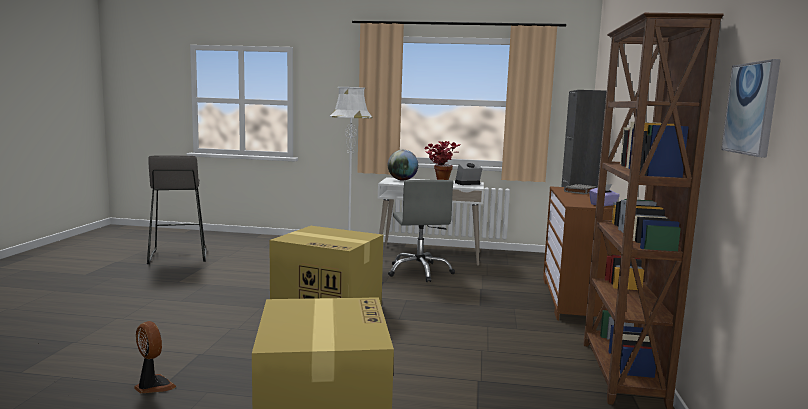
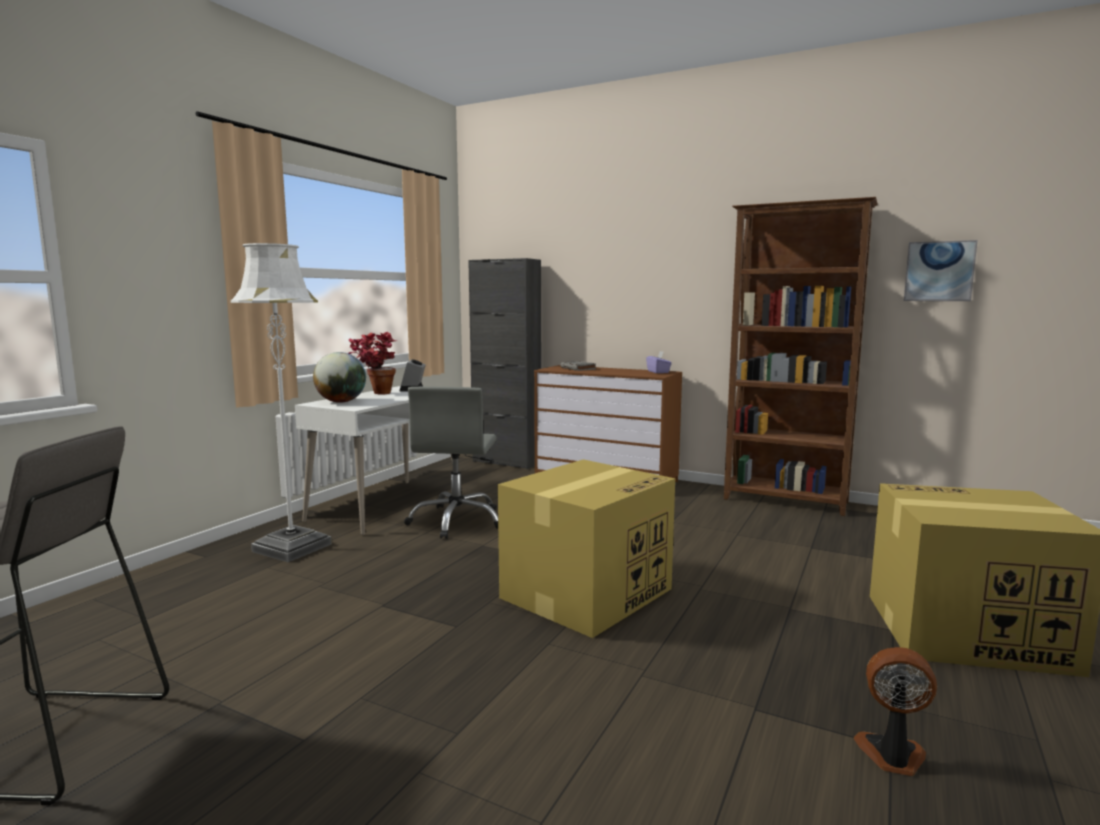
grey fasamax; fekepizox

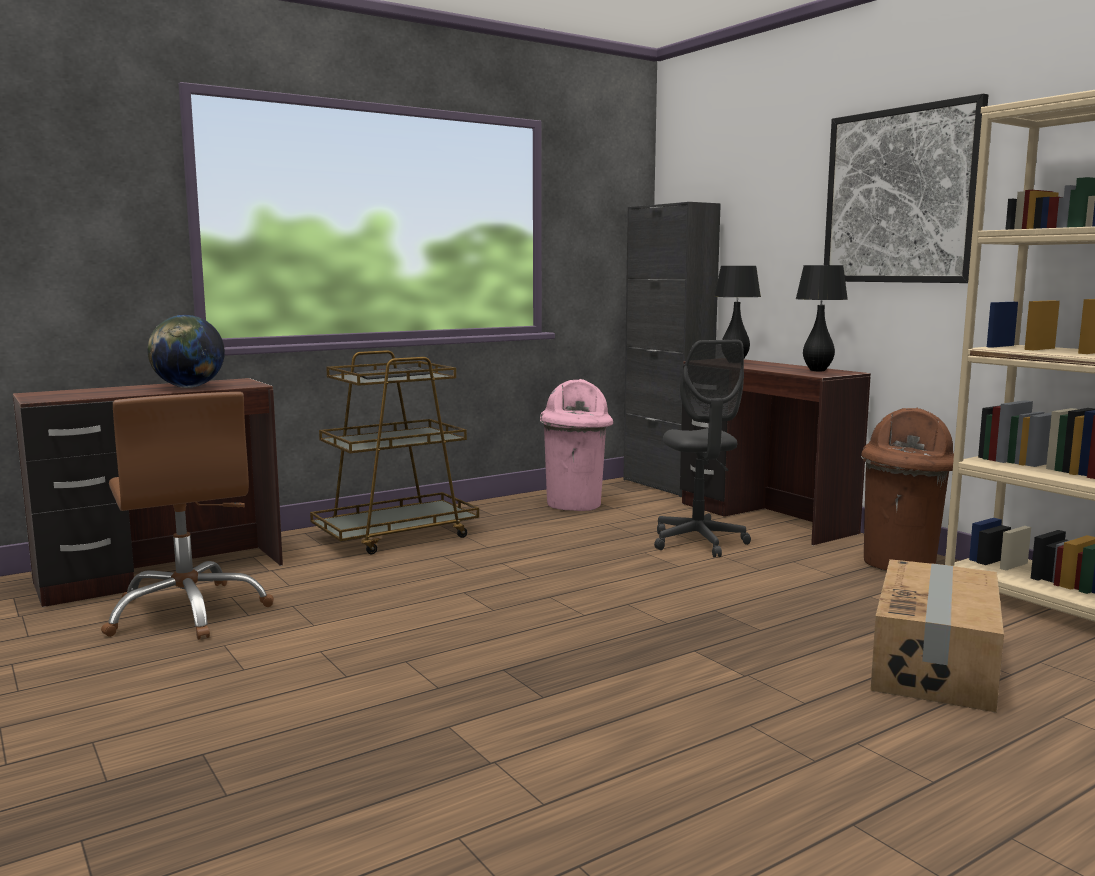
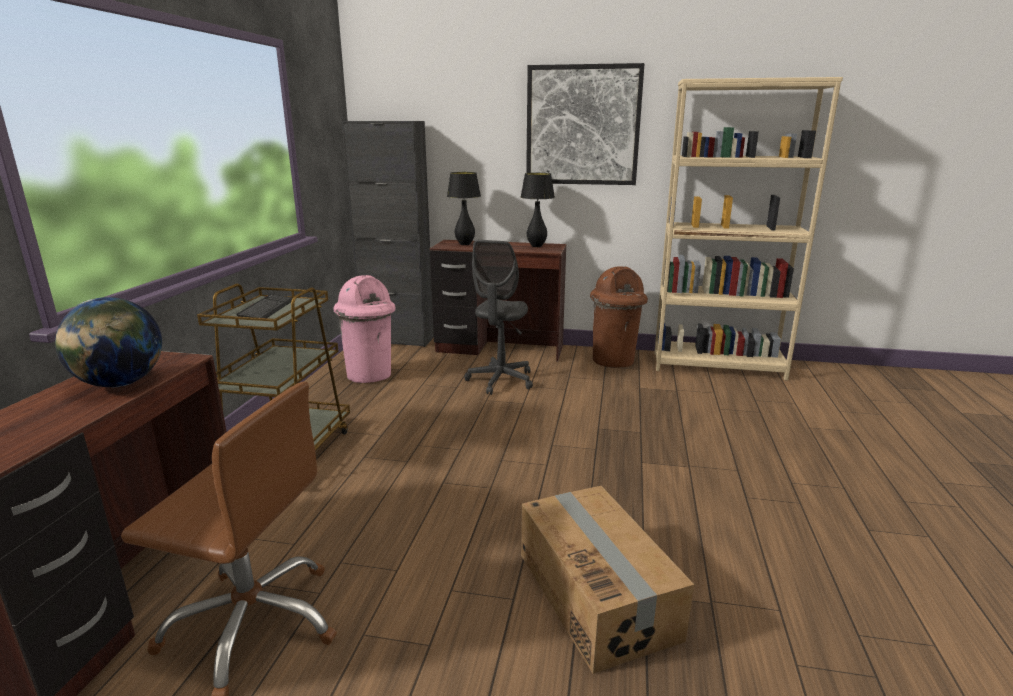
grey fasamax; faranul

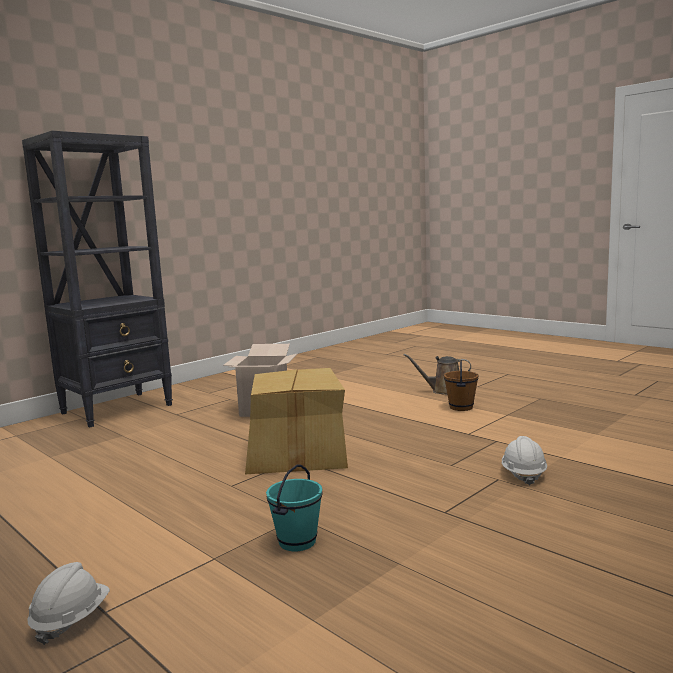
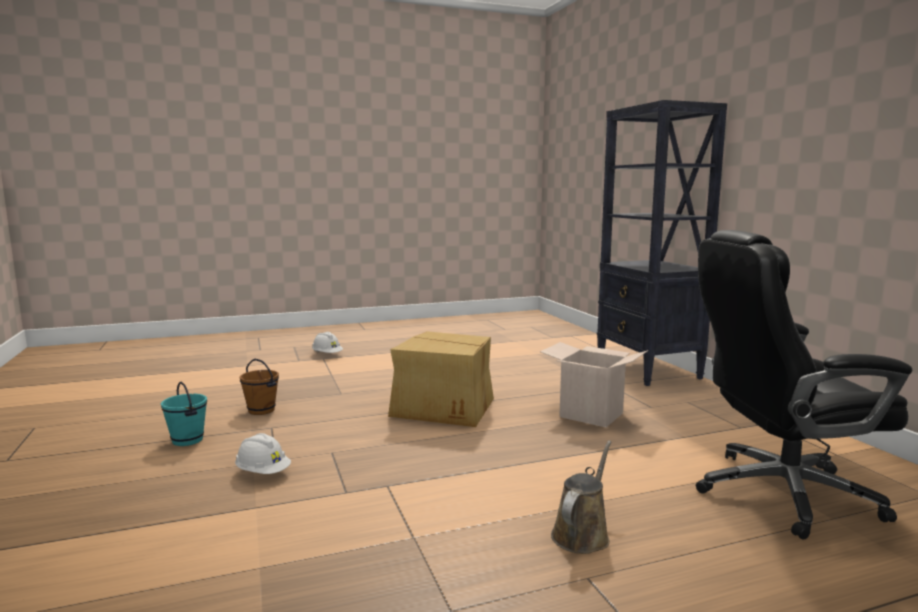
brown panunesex; turquoise panunesex; black fasamax

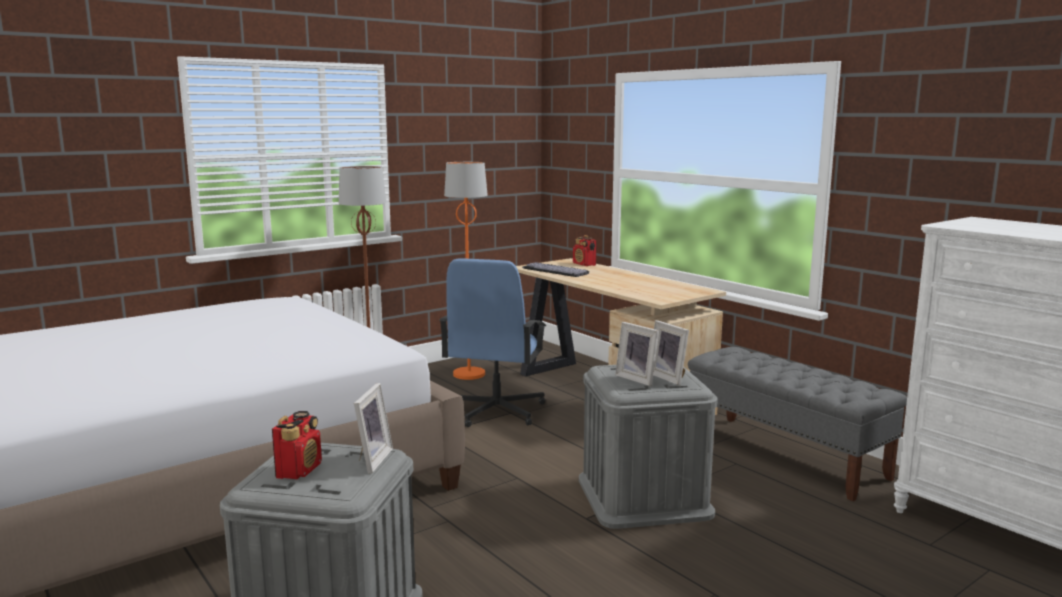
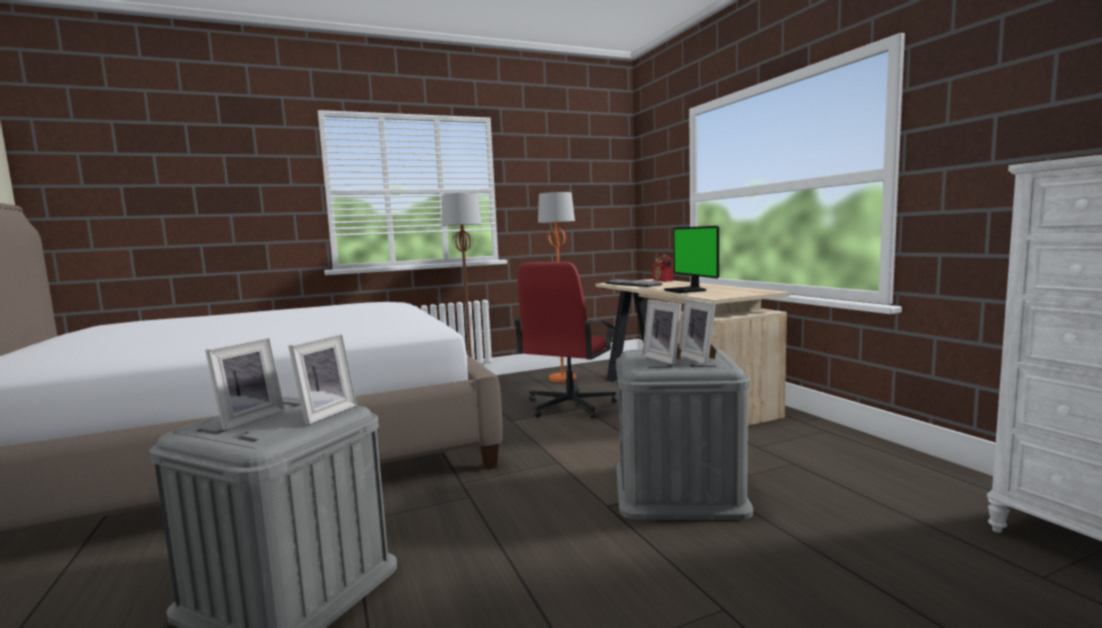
red fasamax; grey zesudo; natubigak (1st from left); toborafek

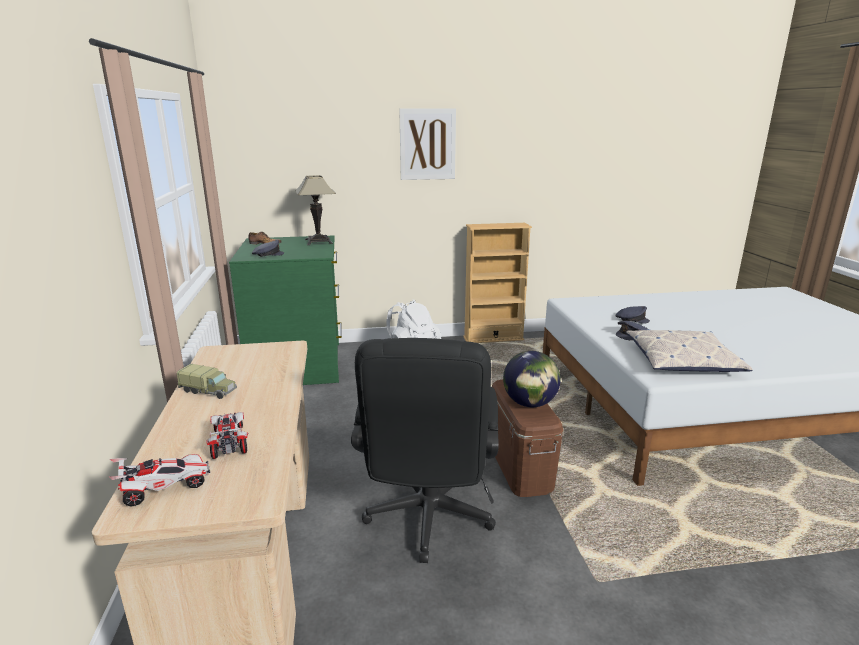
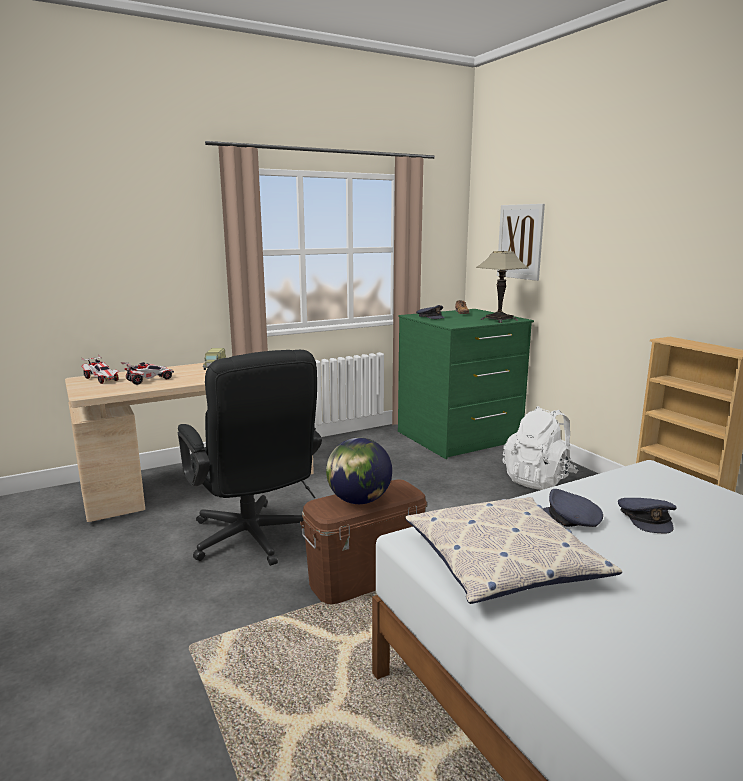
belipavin; black fasamax

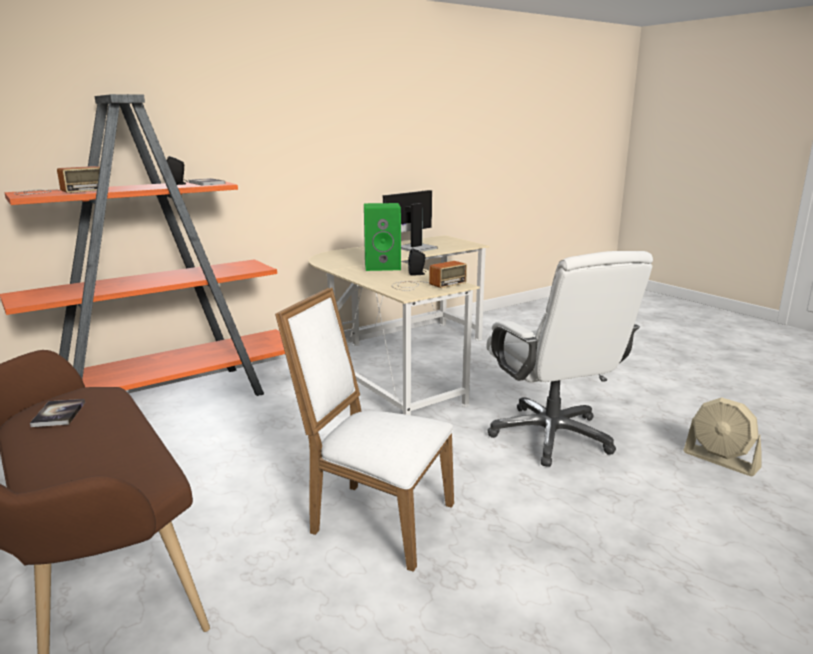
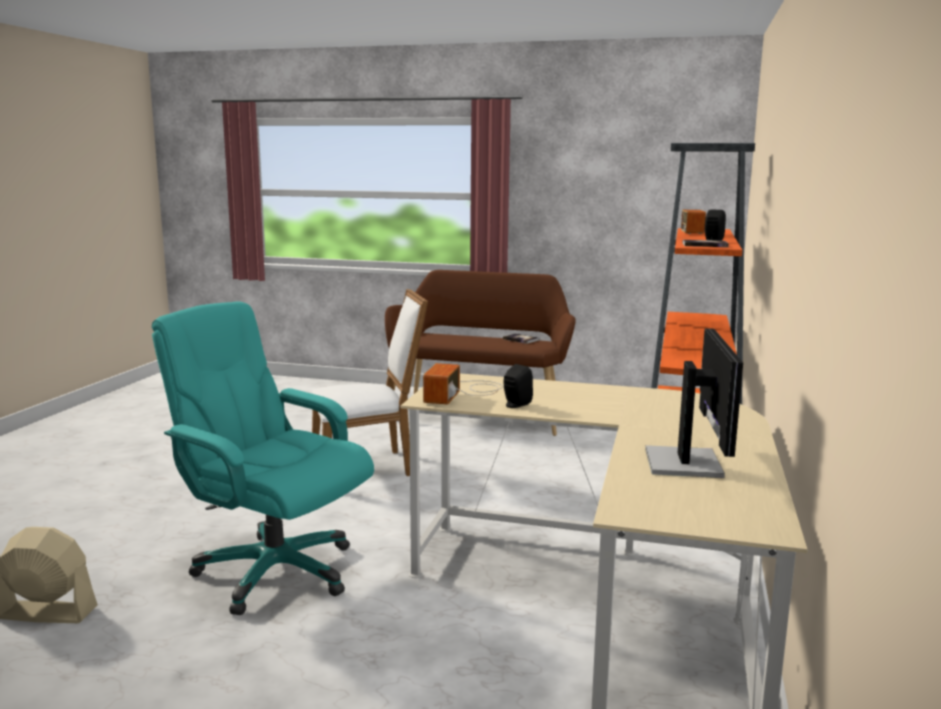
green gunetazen; turquoise fasamax

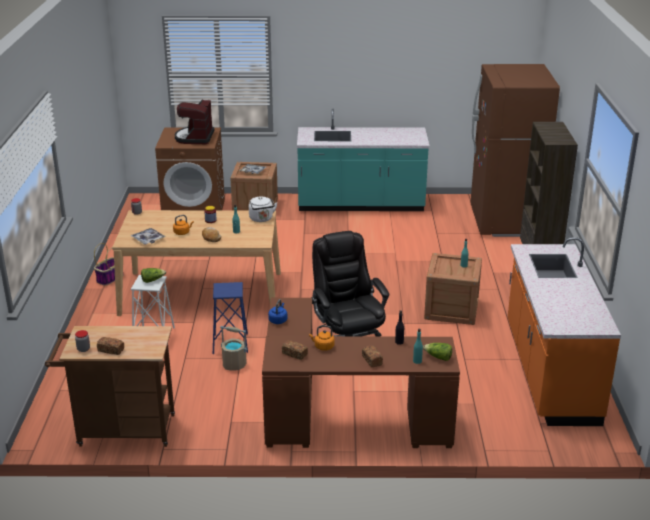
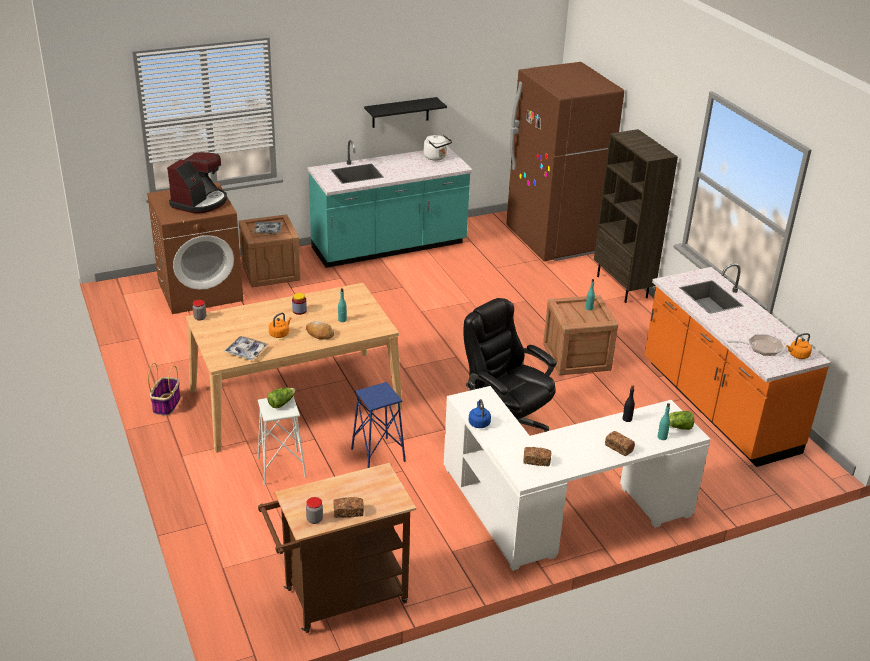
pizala; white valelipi; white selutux; orange valelipi (2nd from left); beige panunesex; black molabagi; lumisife

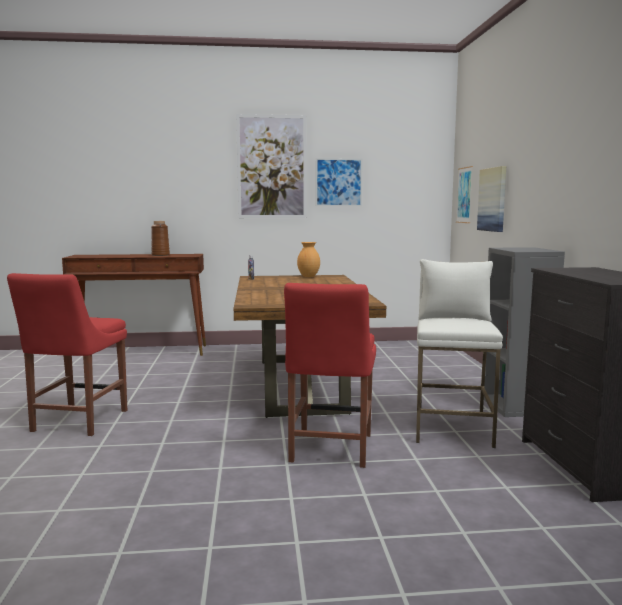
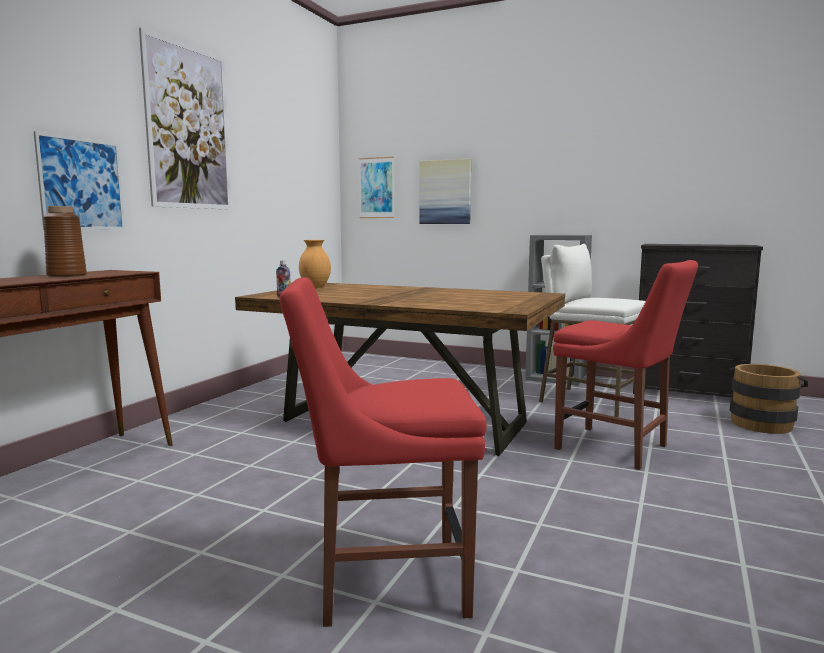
belipavin (1st from left); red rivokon (1st from left); brown panunesex

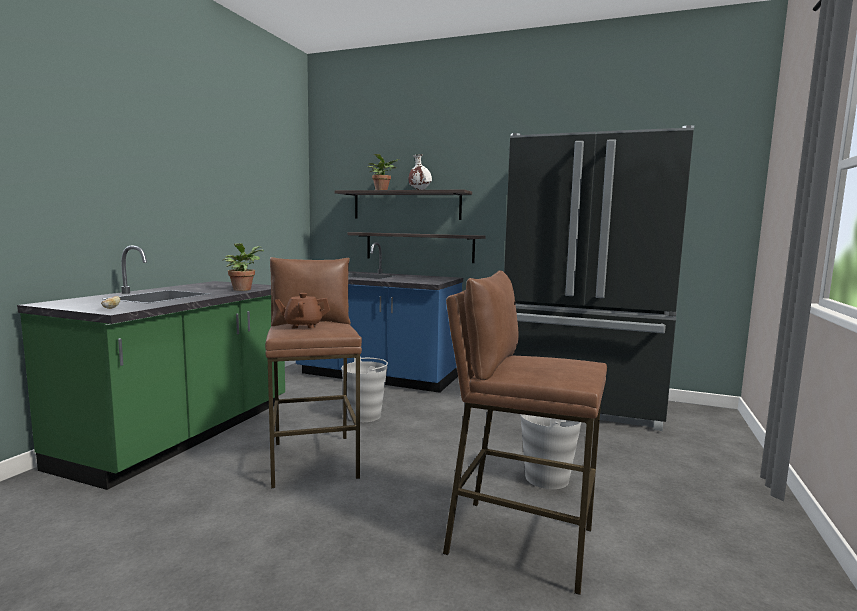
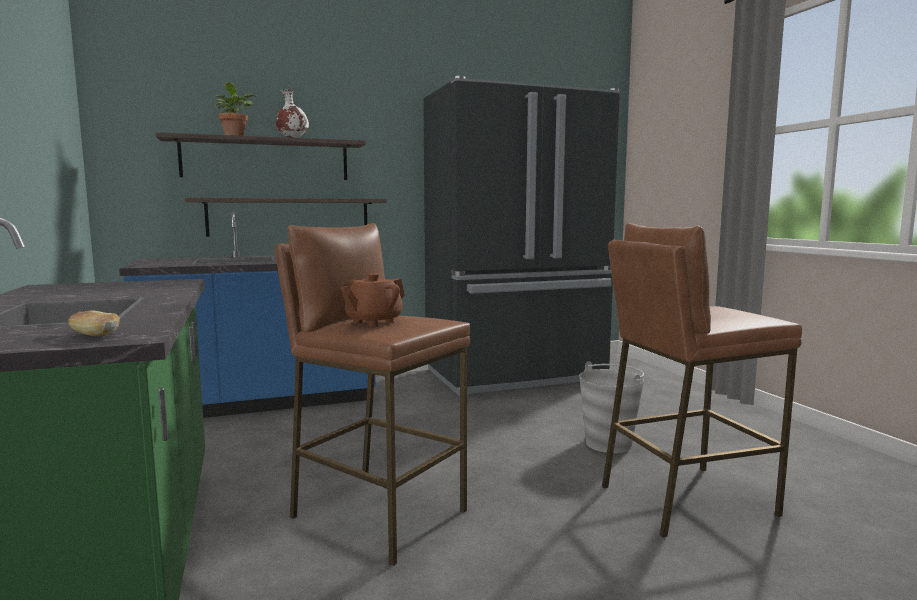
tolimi (1st from left in the first image); grey panunesex (1st from left in the first image)

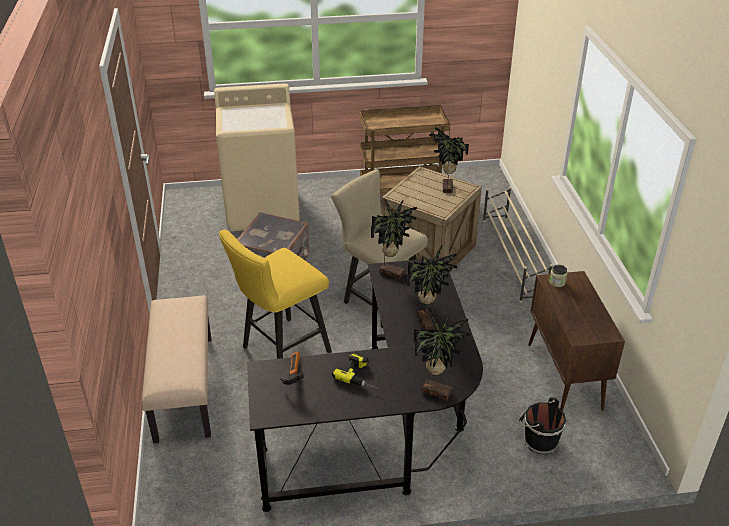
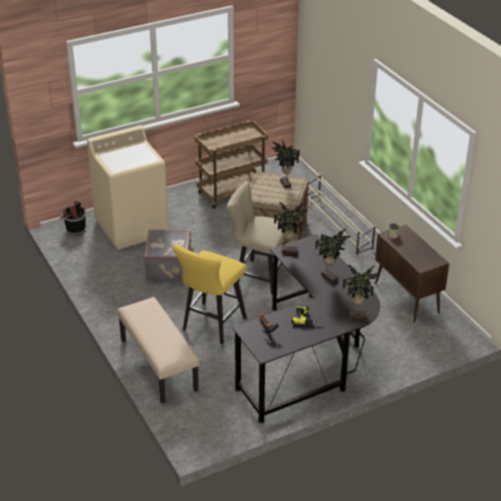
black panunesex

